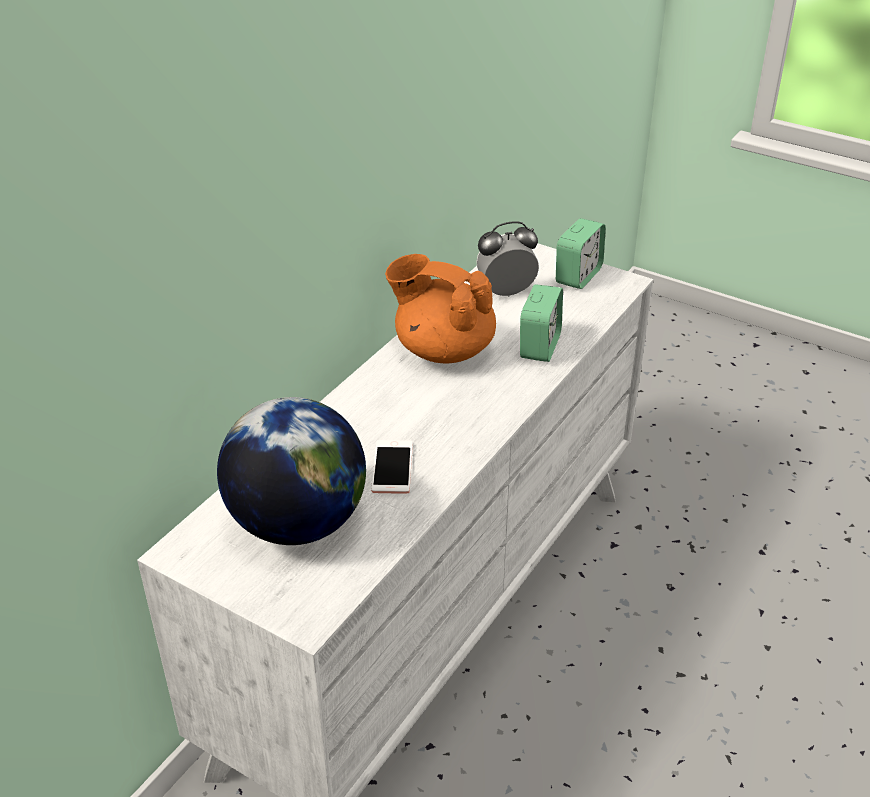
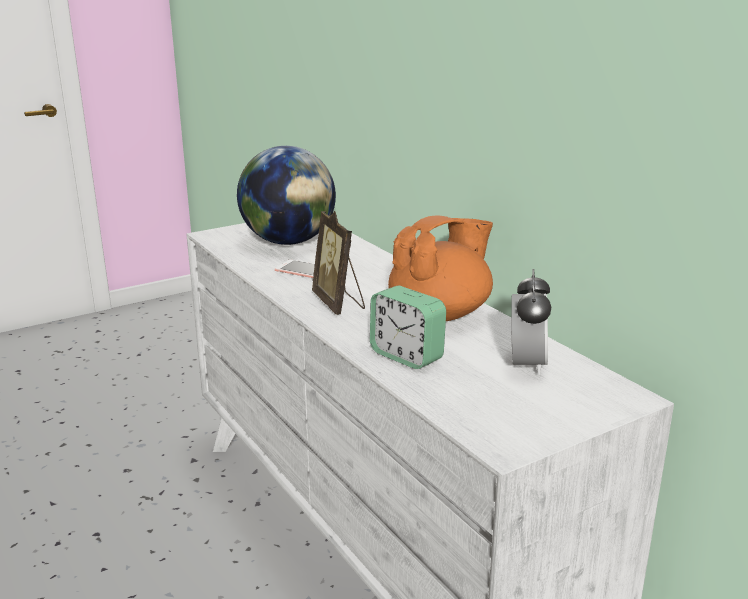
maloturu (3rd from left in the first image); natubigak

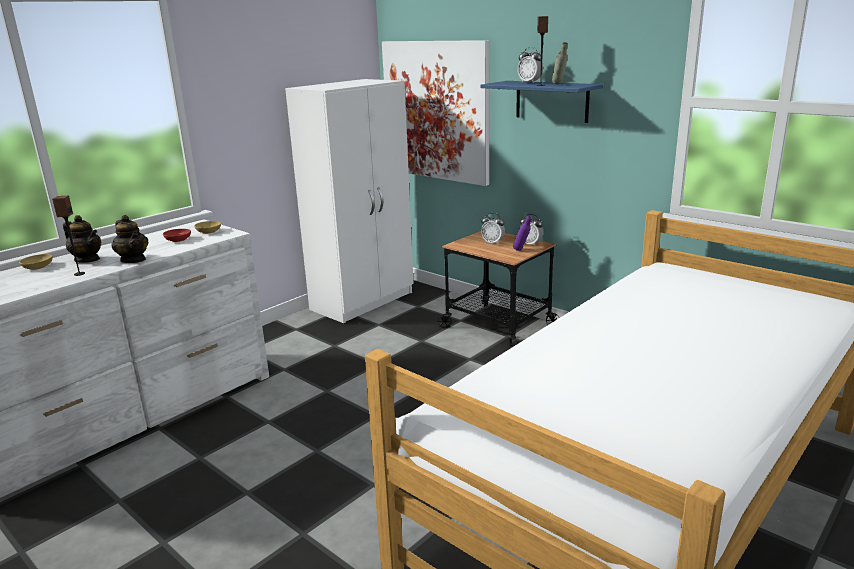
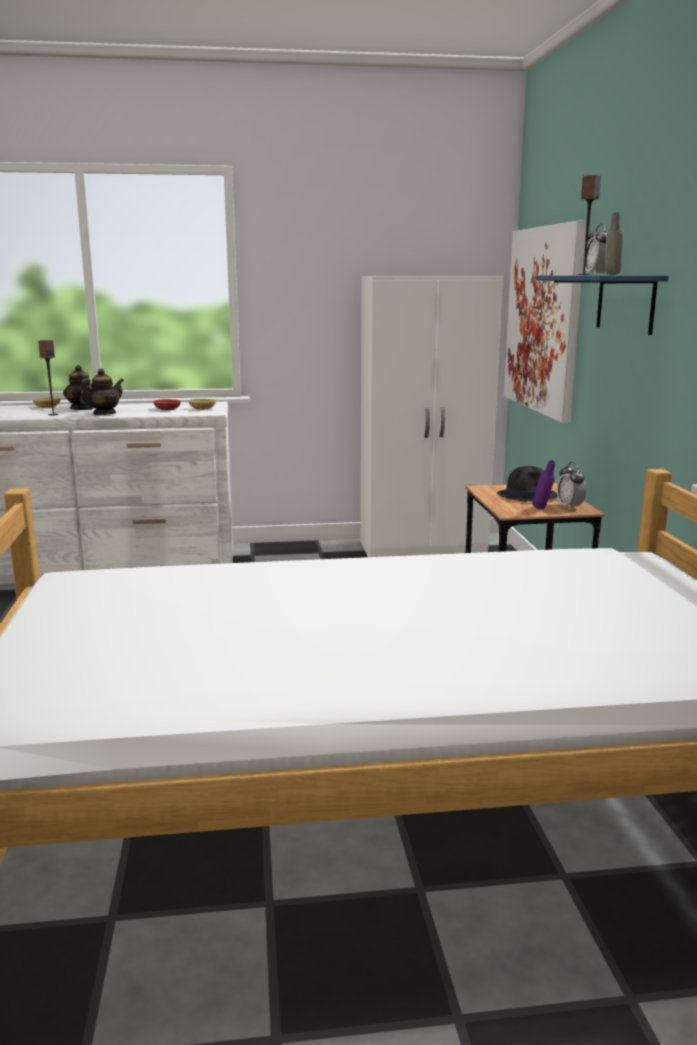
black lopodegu; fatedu (2nd from left)

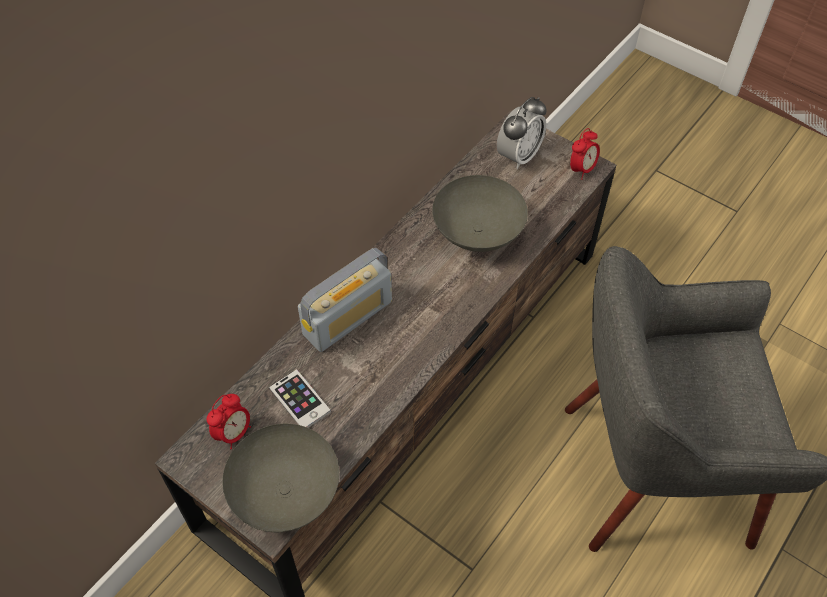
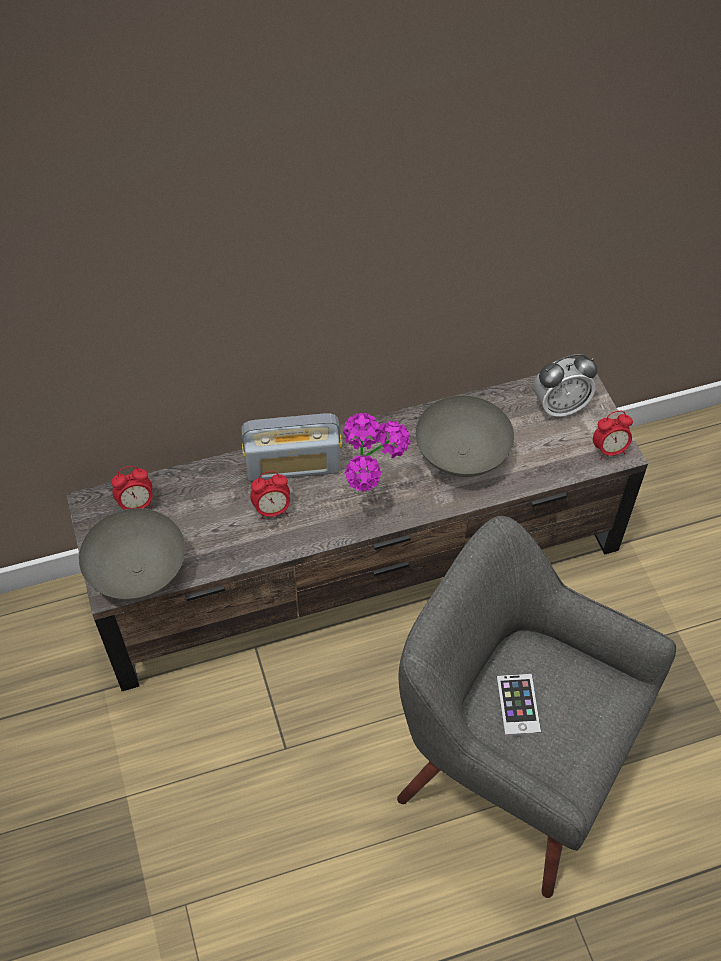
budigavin; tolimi; maloturu (2nd from left)

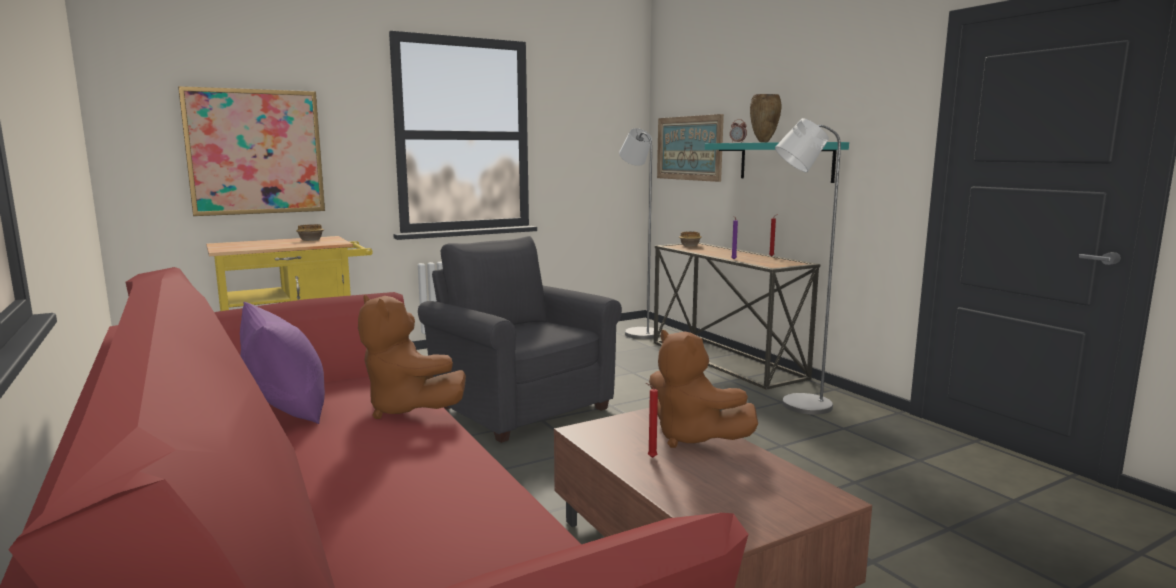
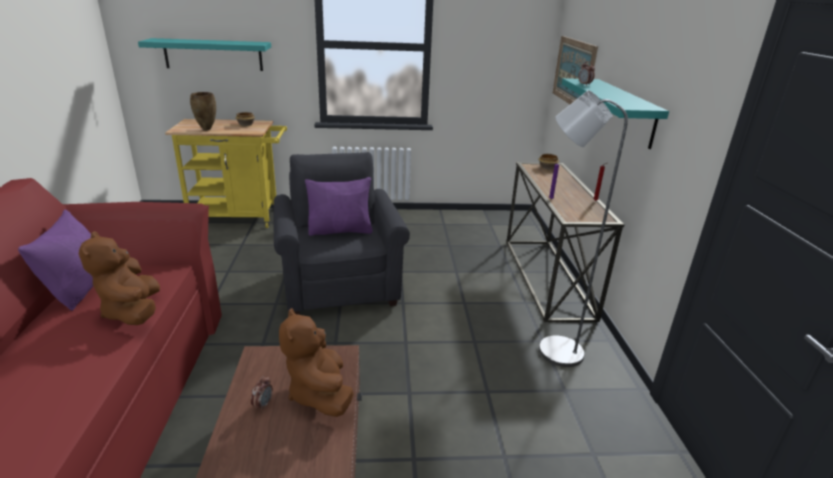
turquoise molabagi (1st from left); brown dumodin; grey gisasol (1st from left in the first image); maloturu (1st from left); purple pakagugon (2nd from left)

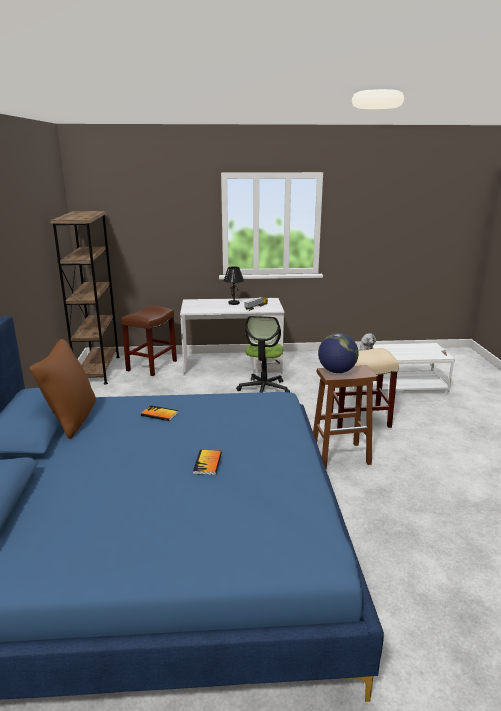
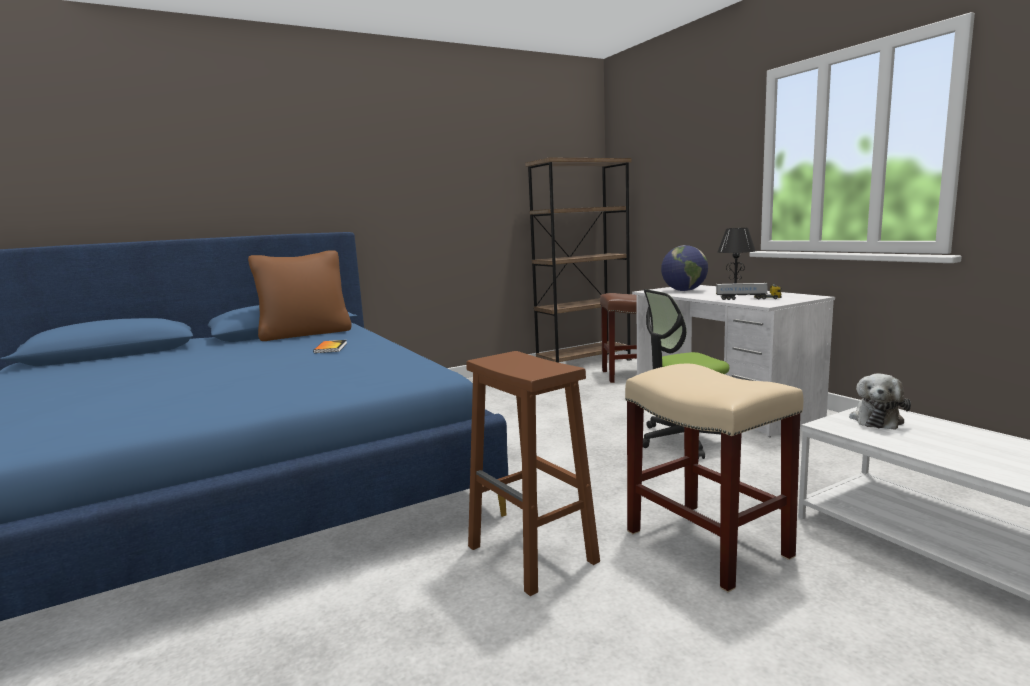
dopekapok; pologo (2nd from left in the first image)

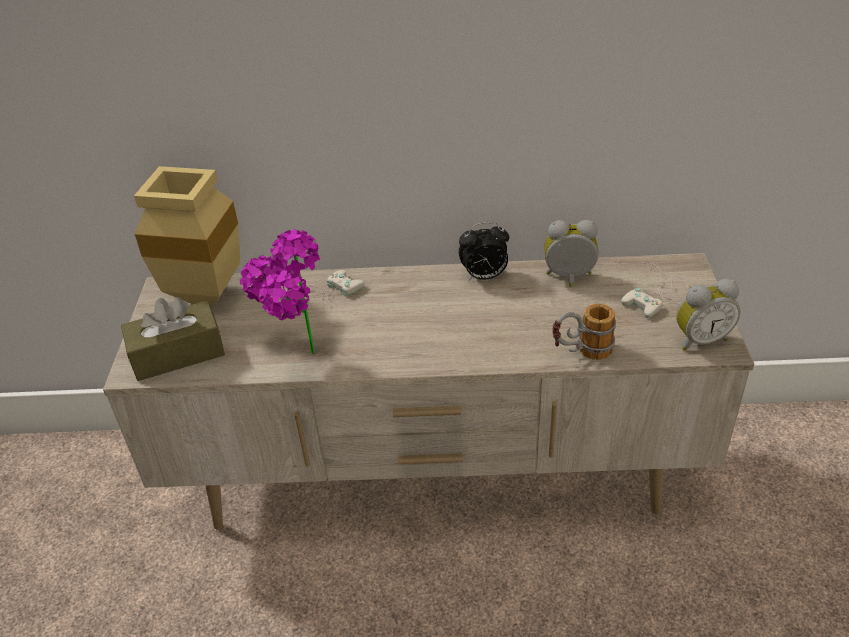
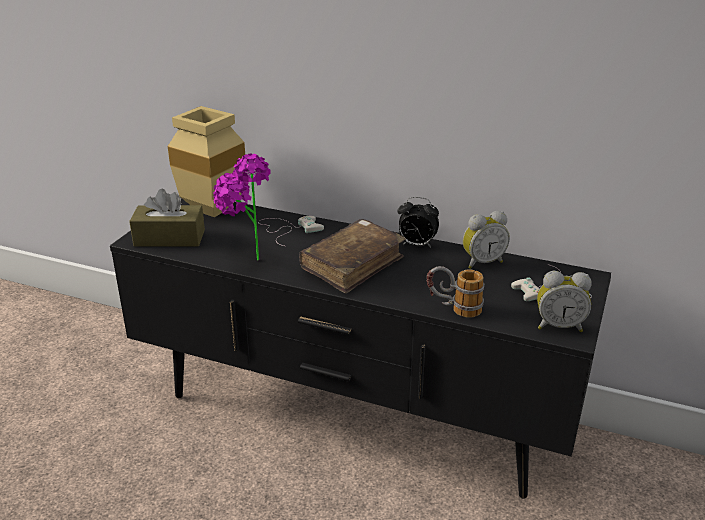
maloturu (2nd from left); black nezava; brown pologo

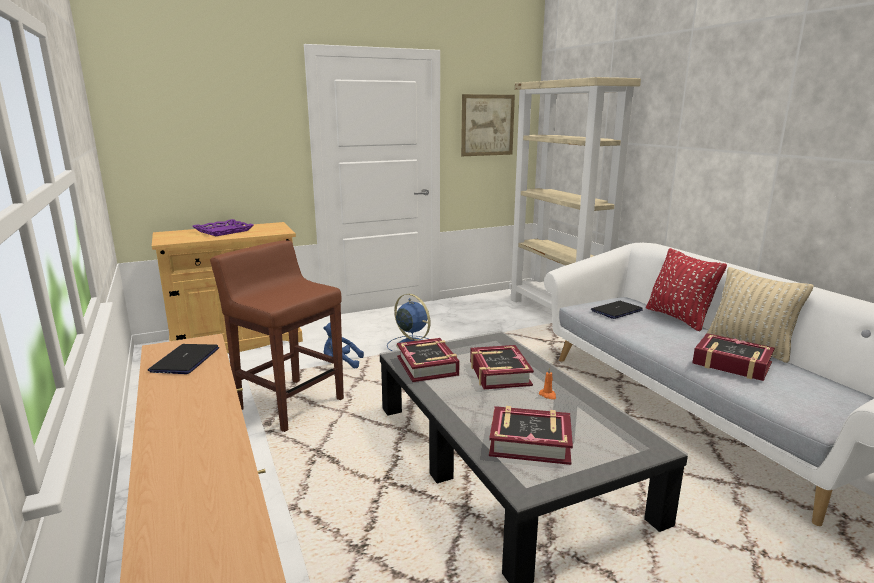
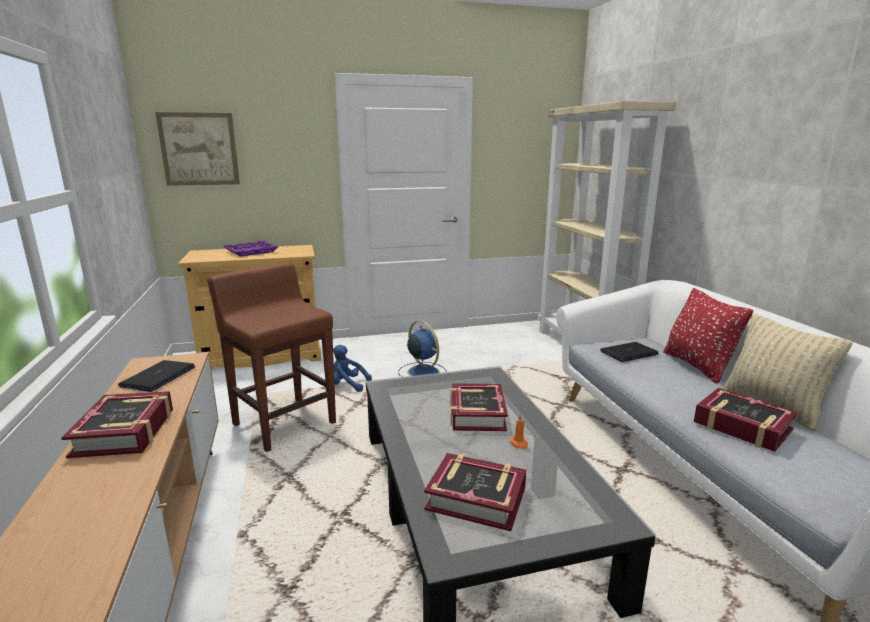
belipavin; pologo (1st from left)

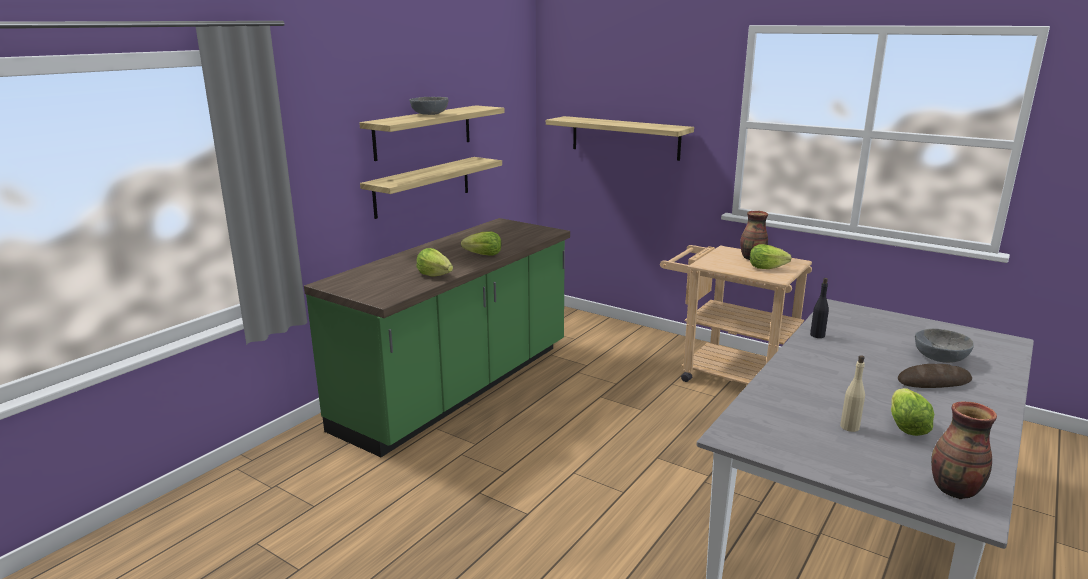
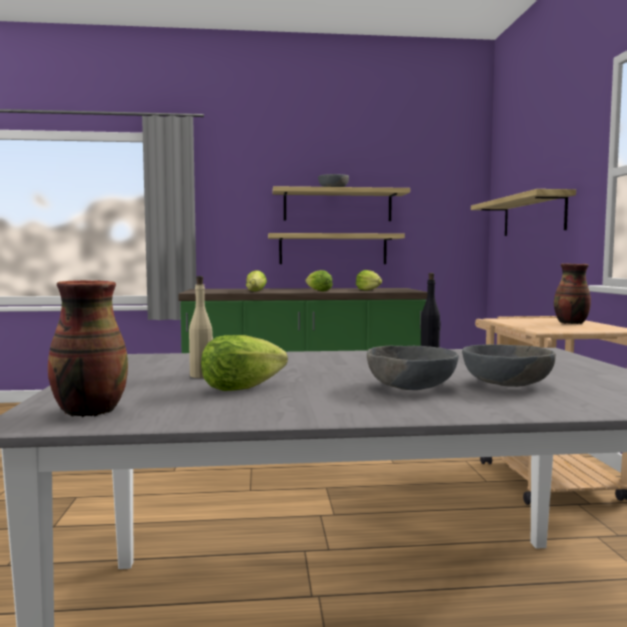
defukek (4th from left); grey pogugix (2nd from left)

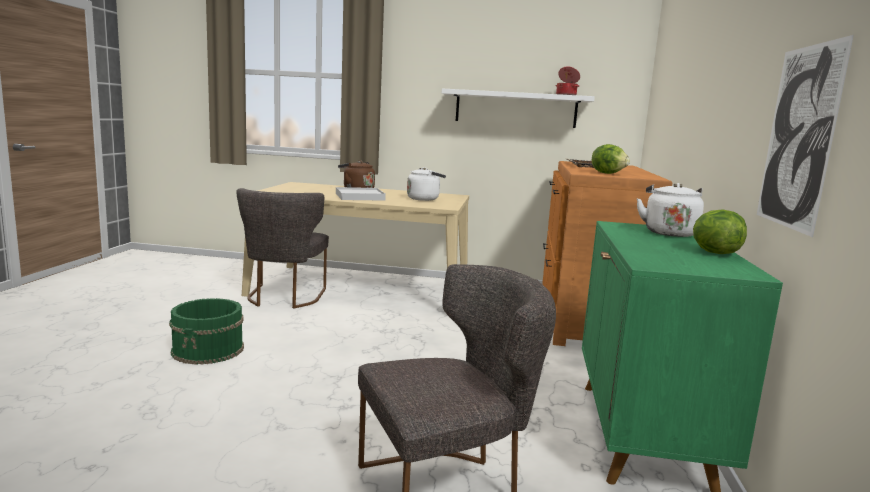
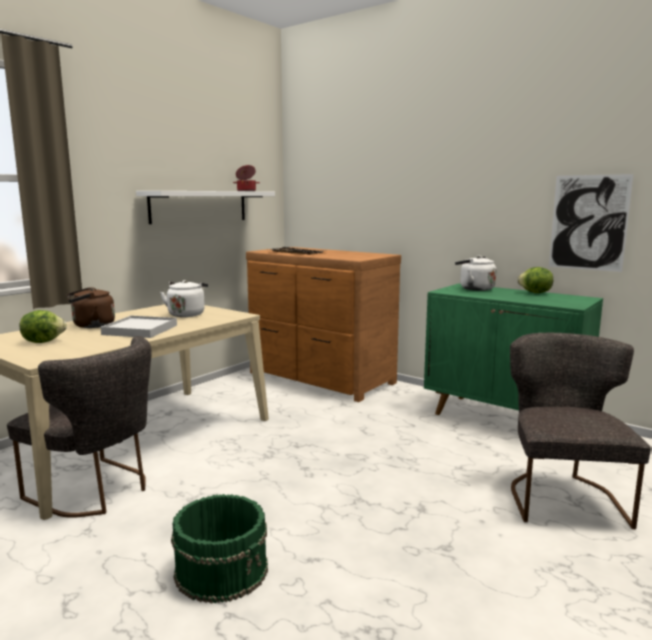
defukek (1st from left)

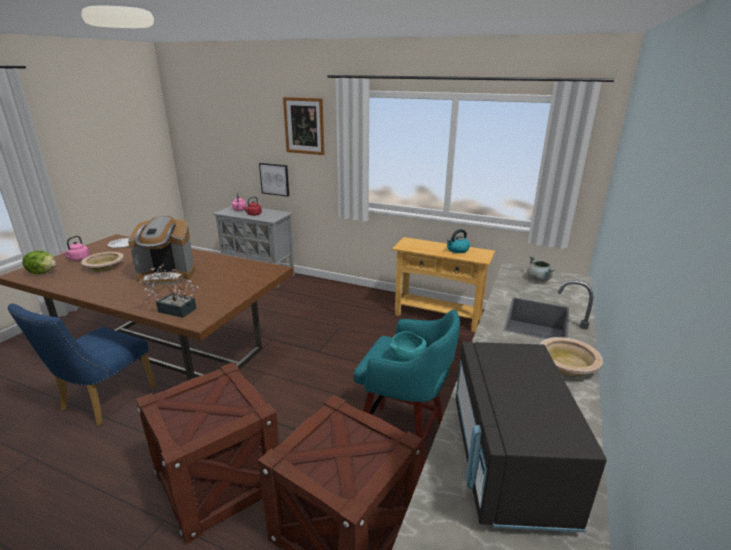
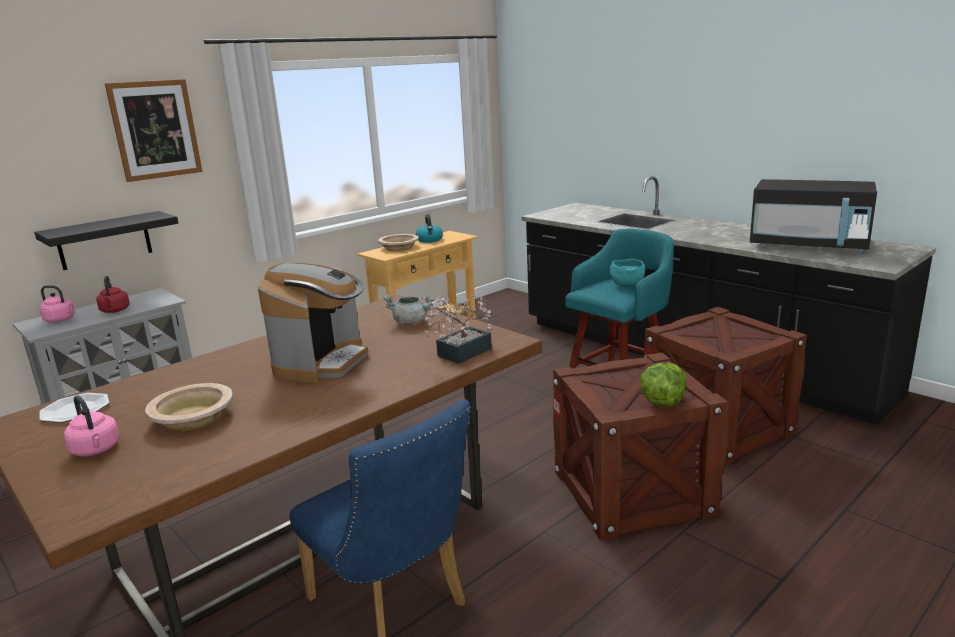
black molabagi; defukek; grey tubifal; beige pogugix (2nd from left)

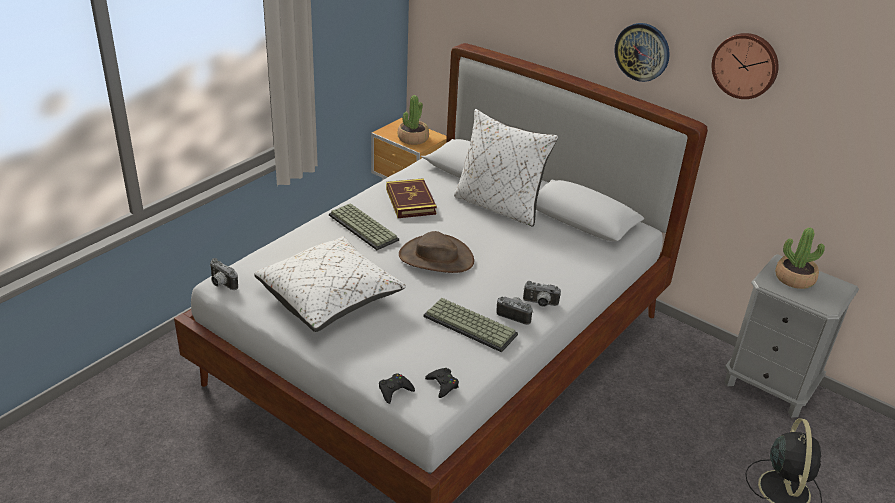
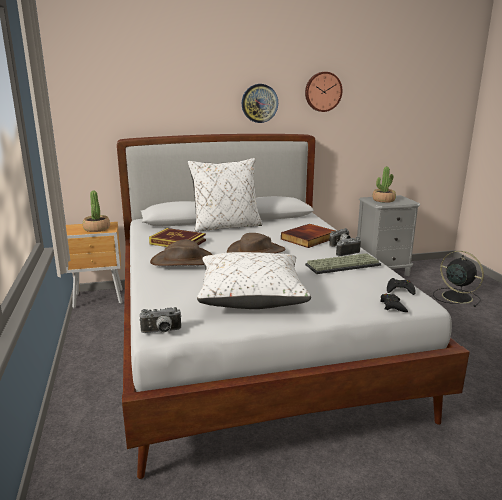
brown lopodegu (1st from left); pologo (2nd from left)

